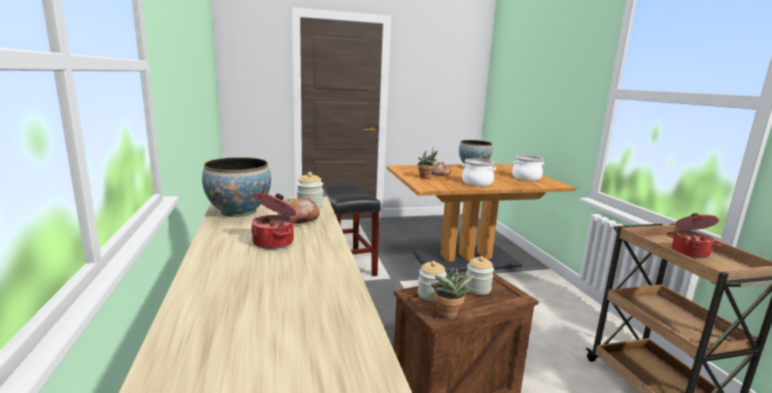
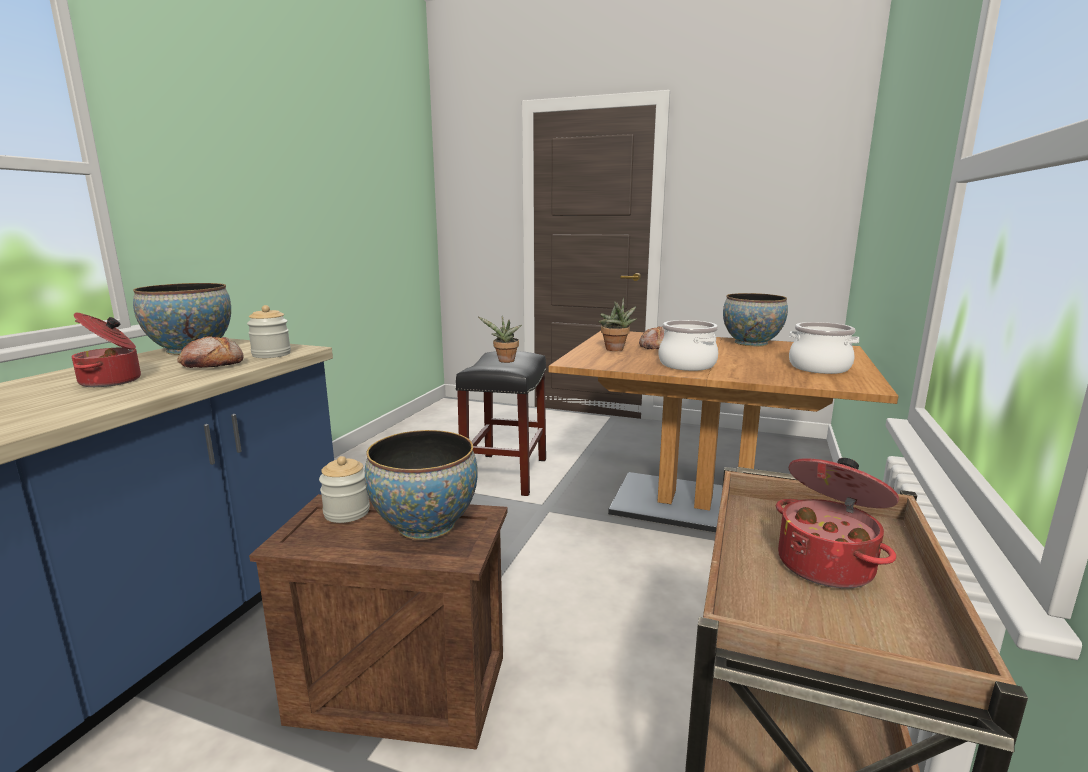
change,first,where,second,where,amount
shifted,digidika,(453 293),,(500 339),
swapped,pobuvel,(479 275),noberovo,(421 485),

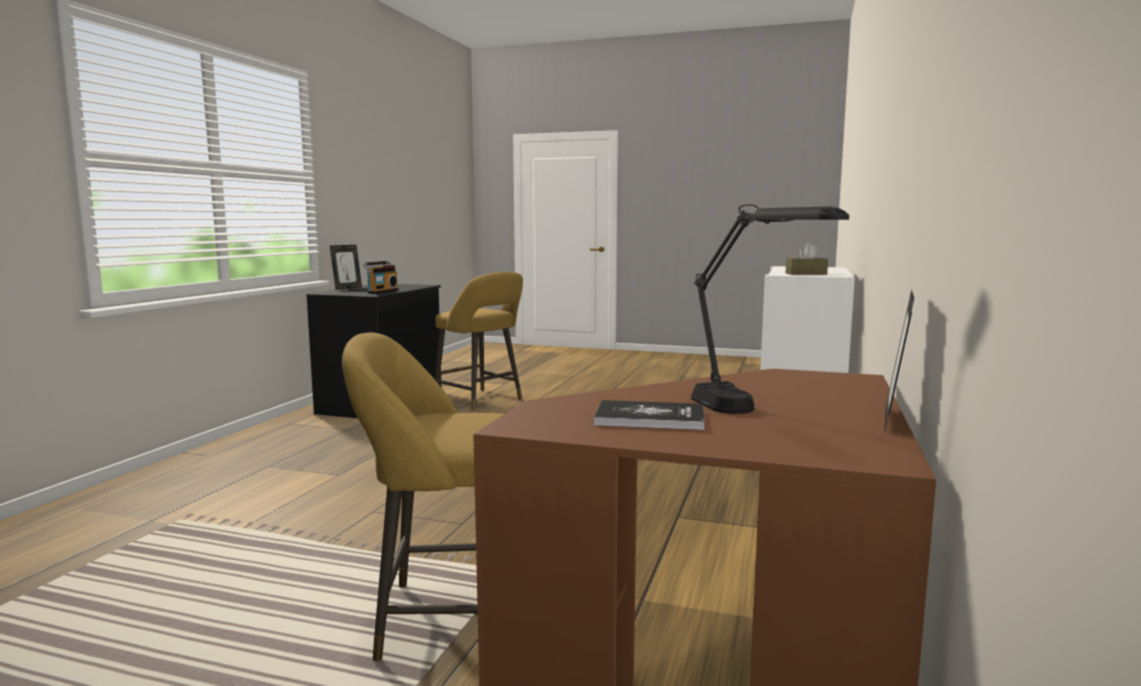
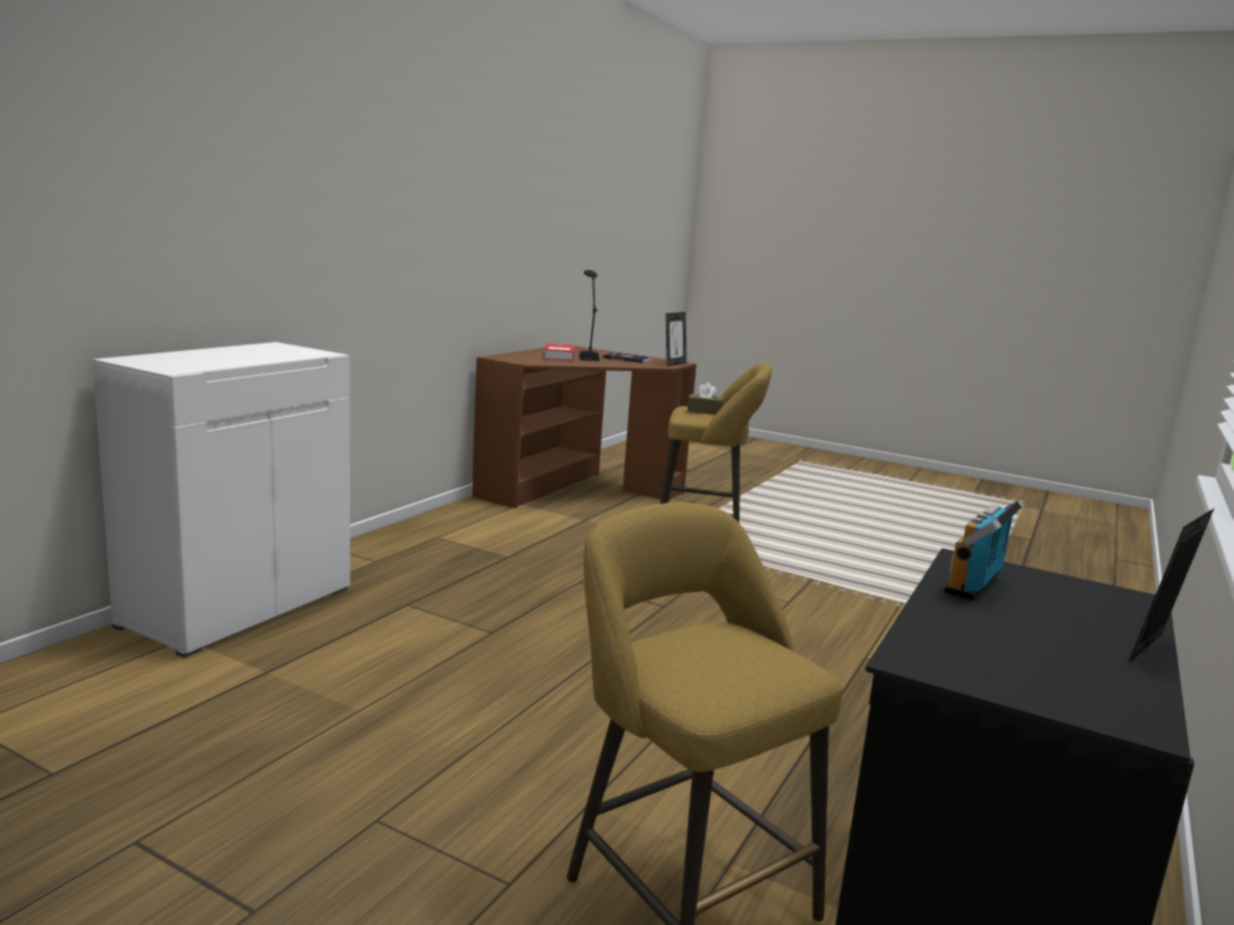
change,first,where,second,where,amount
shifted,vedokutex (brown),(807 259),,(705 399),
shifted,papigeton,(899 359),,(676 339),
new,,,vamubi,(559 352),

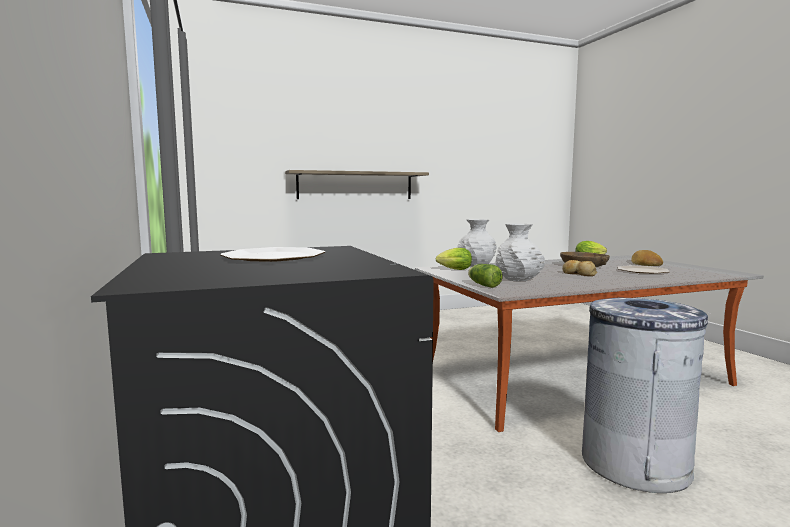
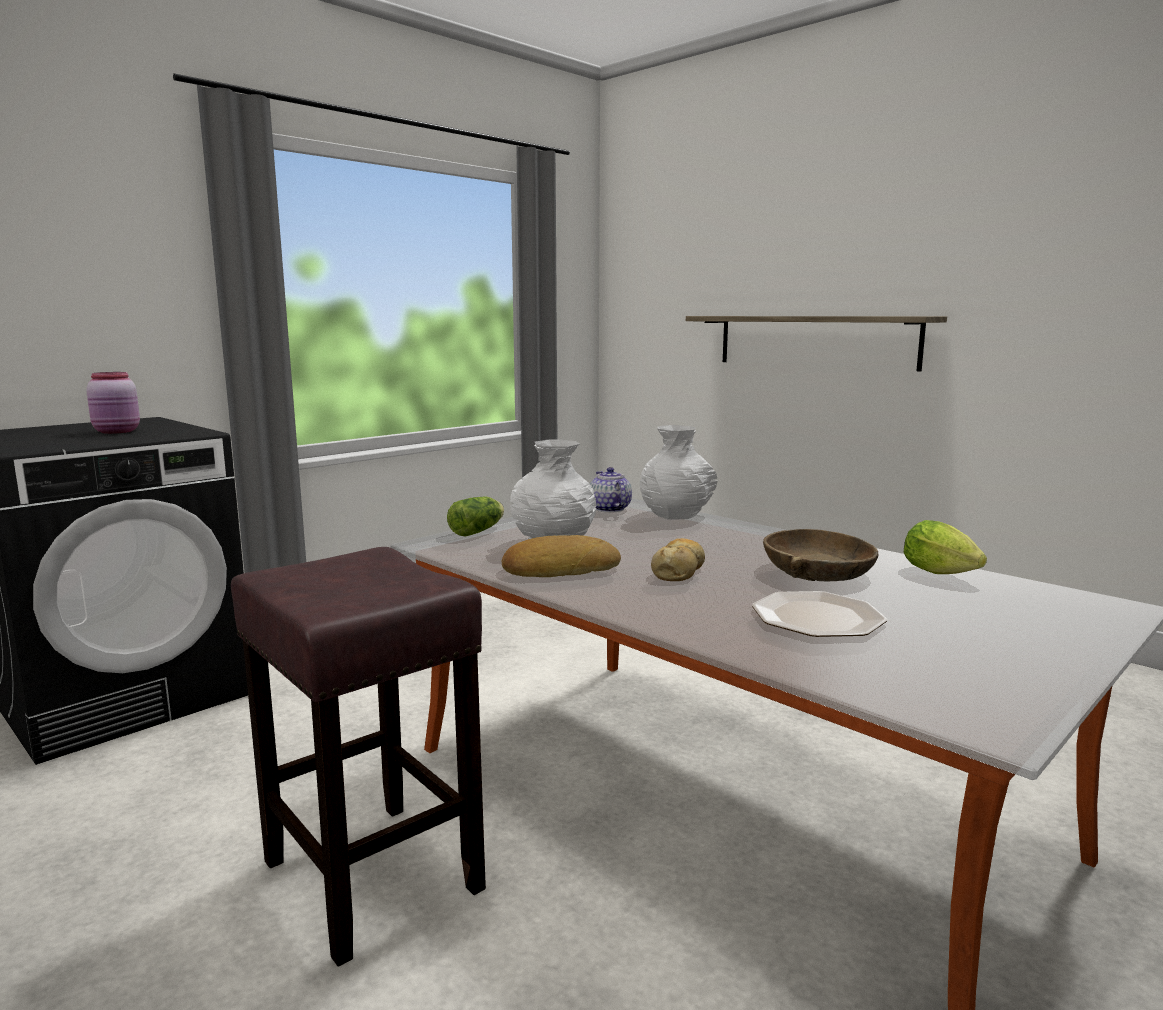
change,first,where,second,where,amount
swapped,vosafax,(272 254),pobuvel (pink),(113 403),
swapped,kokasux,(454 259),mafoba,(611 490),
swapped,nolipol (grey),(646 395),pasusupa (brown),(358 757),
shifted,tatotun,(647 258),,(561 556),

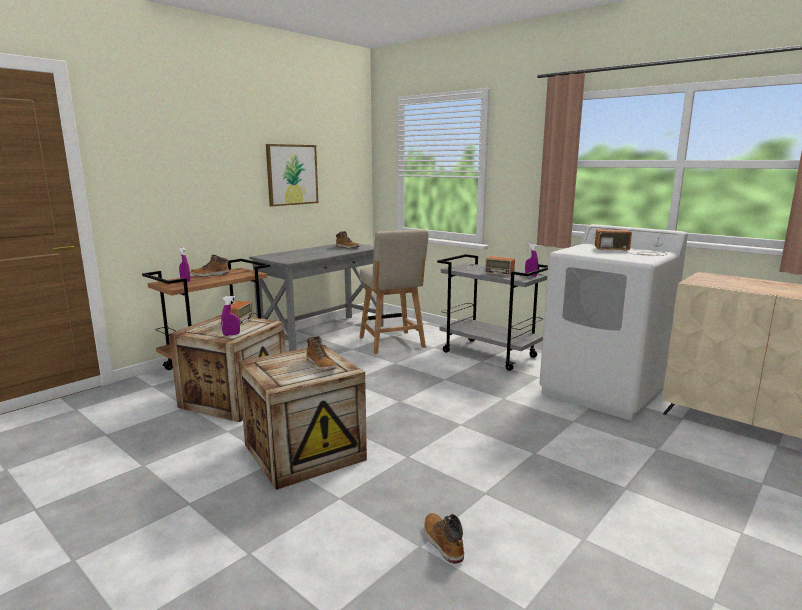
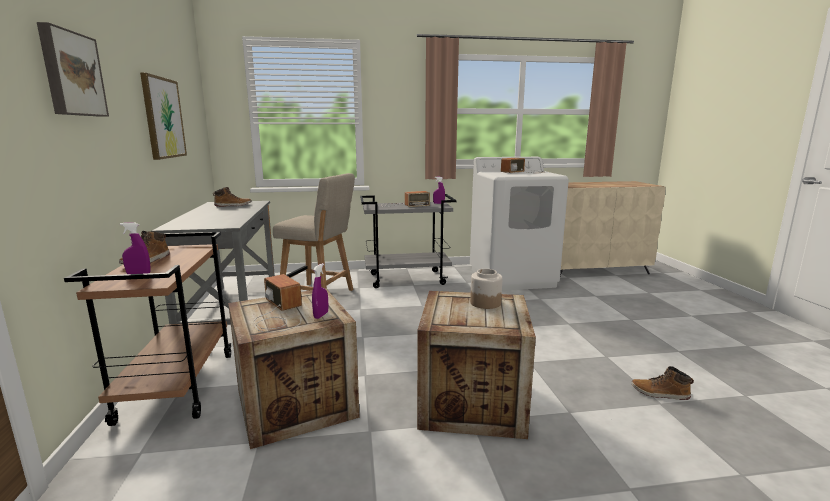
change,first,where,second,where,amount
swapped,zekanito,(322 353),pobuvel,(486 289),
new,,,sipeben,(73 69),

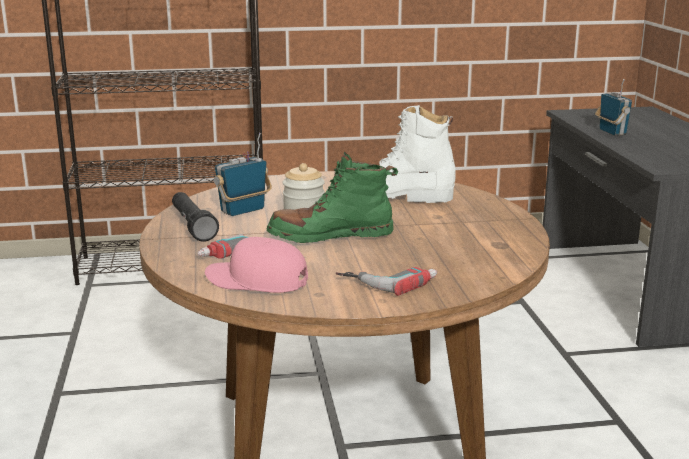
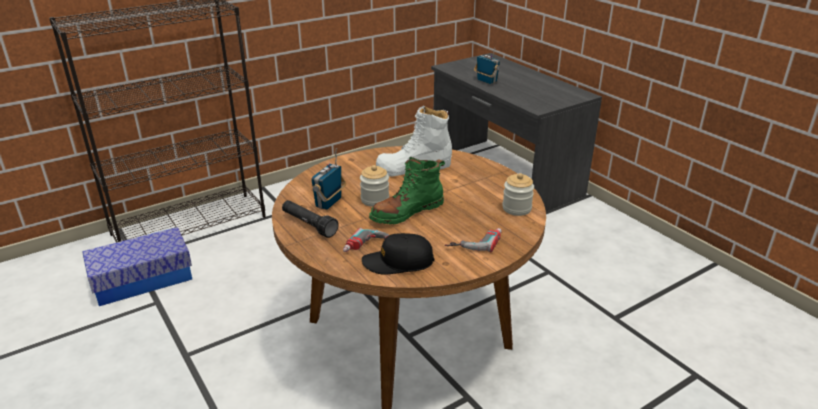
change,first,where,second,where,amount
repainted,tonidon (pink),(256 265),tonidon (black),(398 254),
new,,,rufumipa,(137 266),
new,,,pobuvel,(518 194),

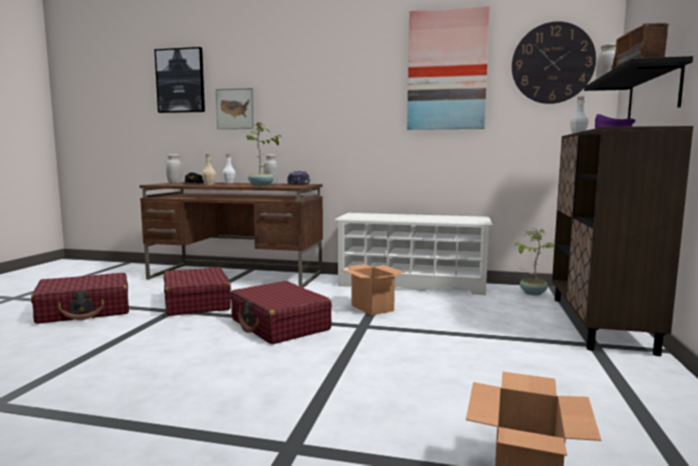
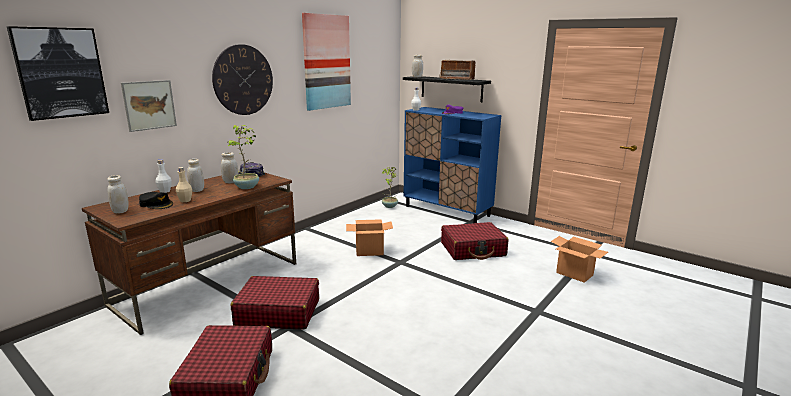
change,first,where,second,where,amount
shifted,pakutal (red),(281 312),,(474 241),
gone,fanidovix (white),(414 254),,,
shifted,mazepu,(554 62),,(242 79),
repainted,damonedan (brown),(622 241),damonedan (blue),(452 165),
new,,,pobuvel (white),(195 175),

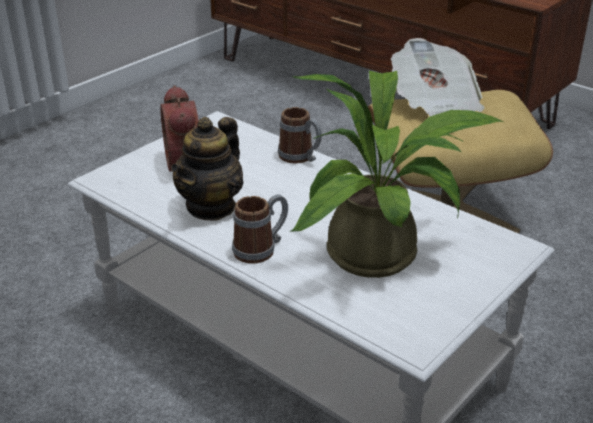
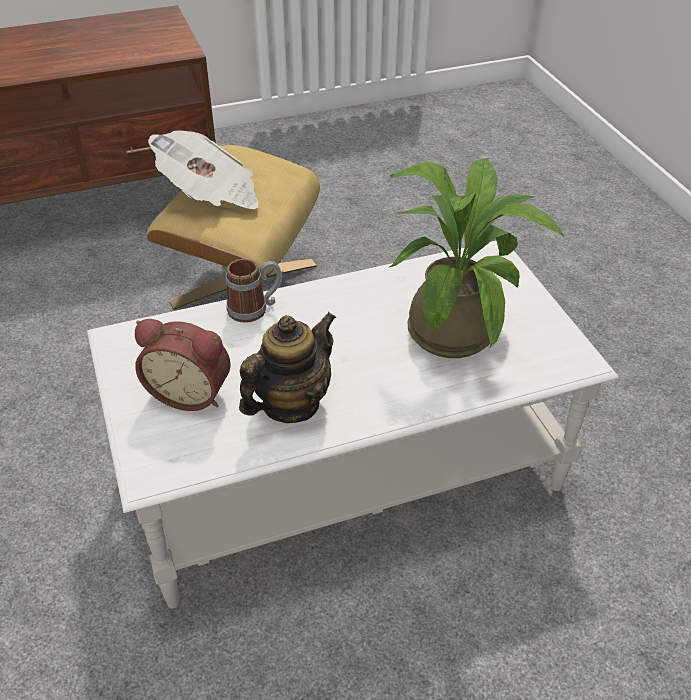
change,first,where,second,where,amount
rotated,mafoba,(207 169),,(287 367),105 degrees counterclockwise
gone,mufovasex,(260 229),,,

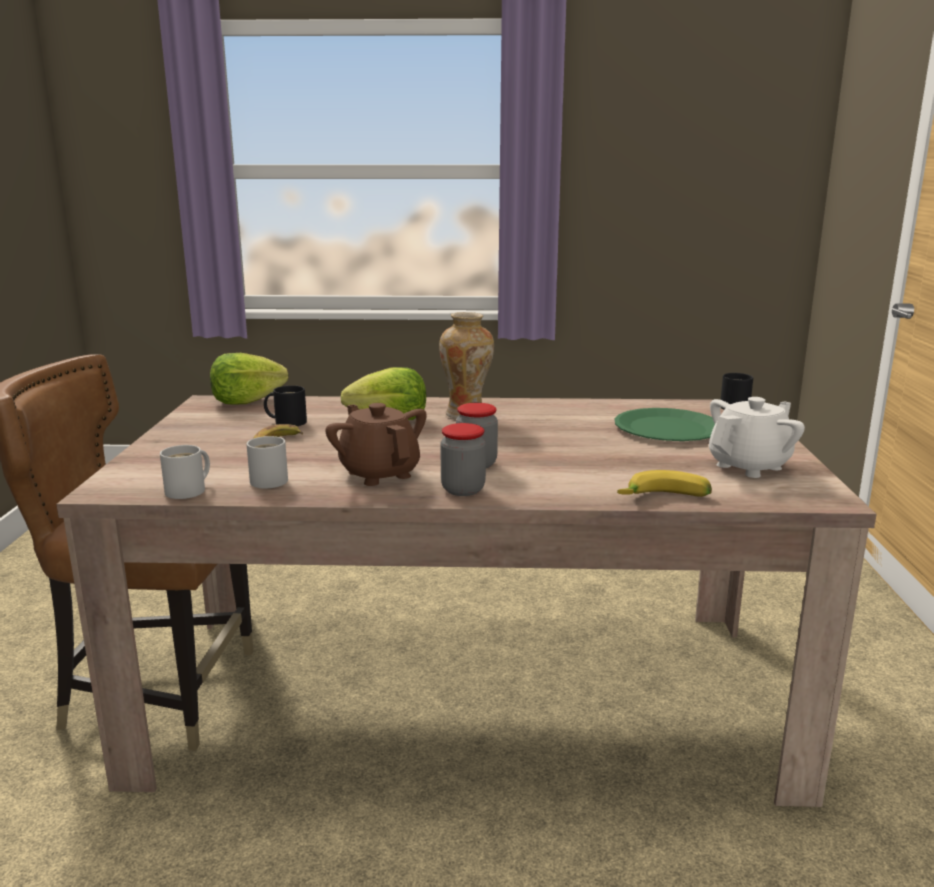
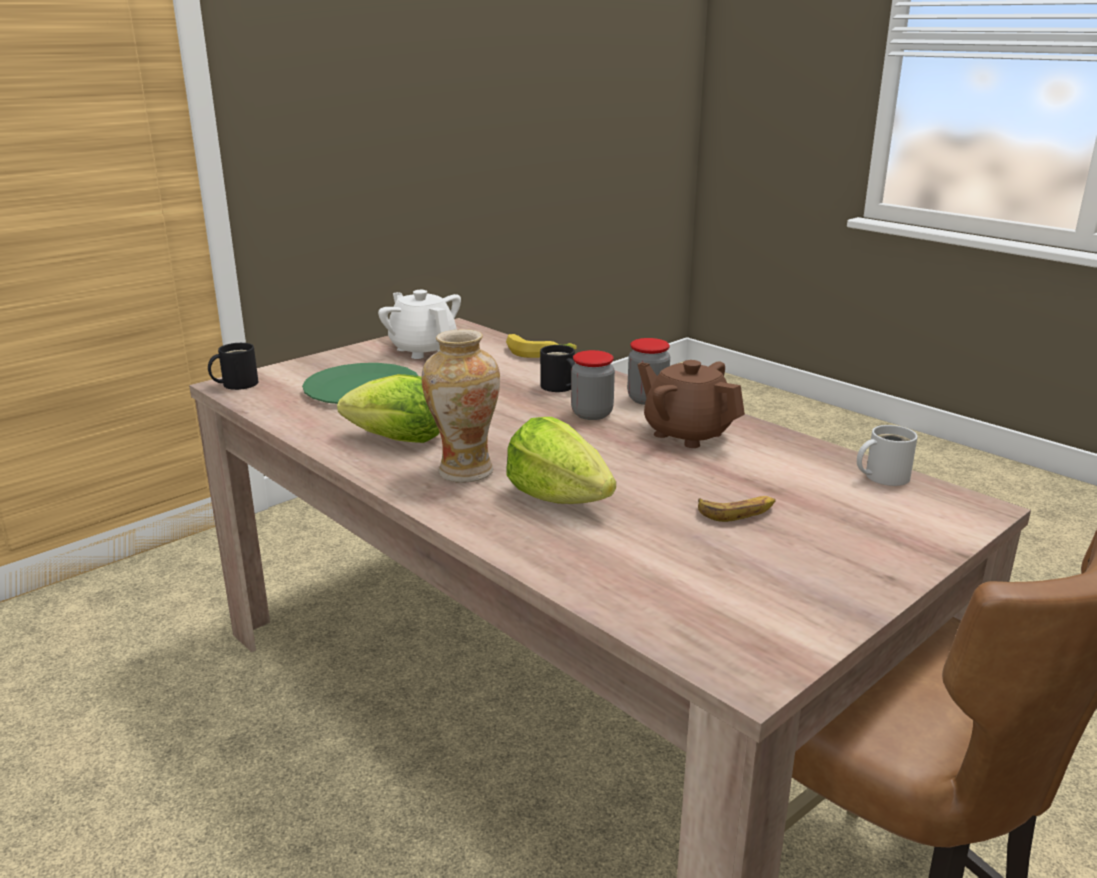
change,first,where,second,where,amount
shifted,kokasux,(249 379),,(388 408),
gone,mufovasex (white),(267 462),,,
shifted,mufovasex (black),(285 405),,(557 368),
rotated,mafoba (brown),(376 444),,(691 404),120 degrees clockwise
rotated,mafoba (white),(757 437),,(419 324),45 degrees clockwise

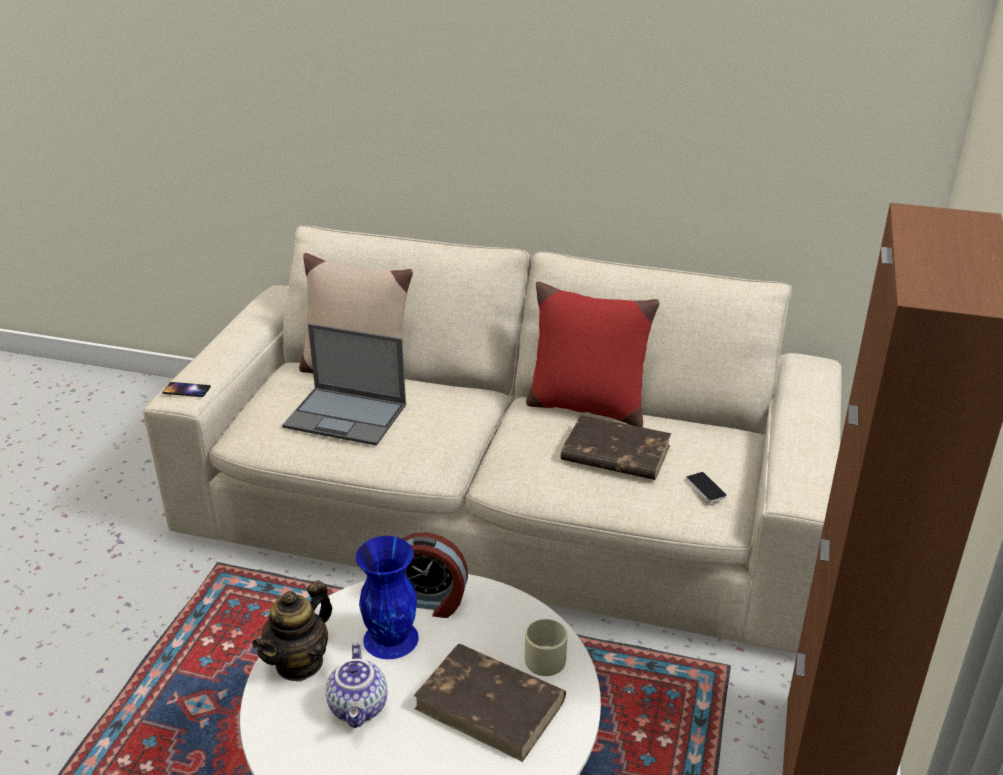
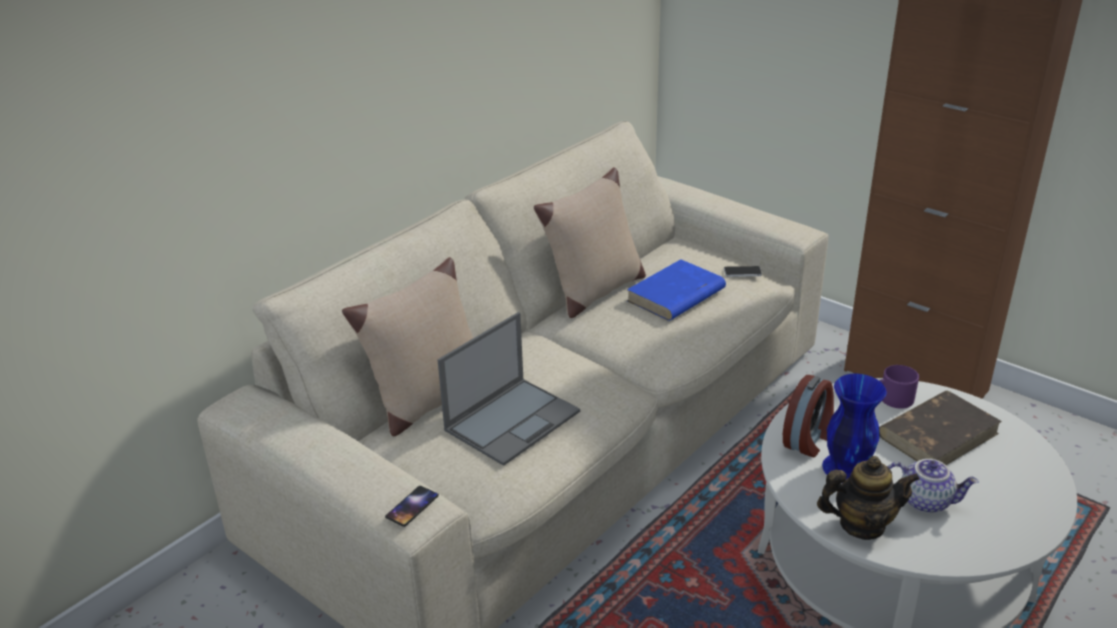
change,first,where,second,where,amount
rotated,mafoba,(292 630),,(868 498),60 degrees counterclockwise
repainted,mufovasex (beige),(546 647),mufovasex (purple),(899 387),
repainted,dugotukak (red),(592 354),dugotukak (beige),(590 242),
repainted,vamubi (brown),(615 447),vamubi (blue),(676 290),

